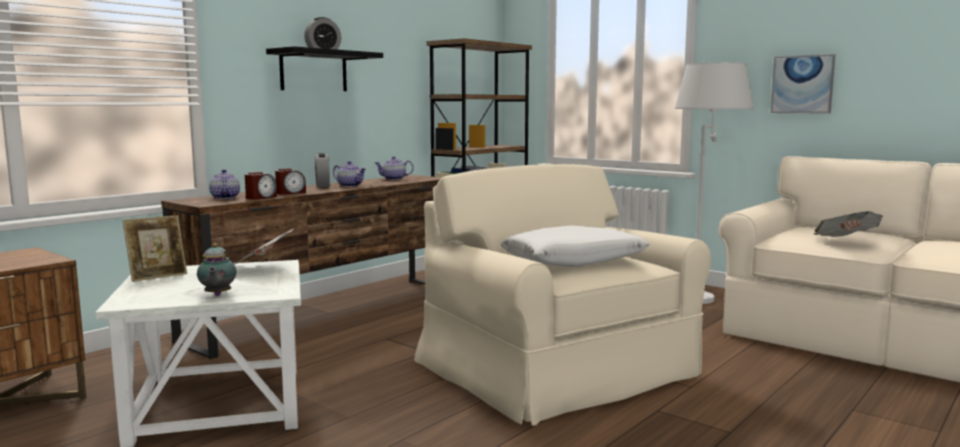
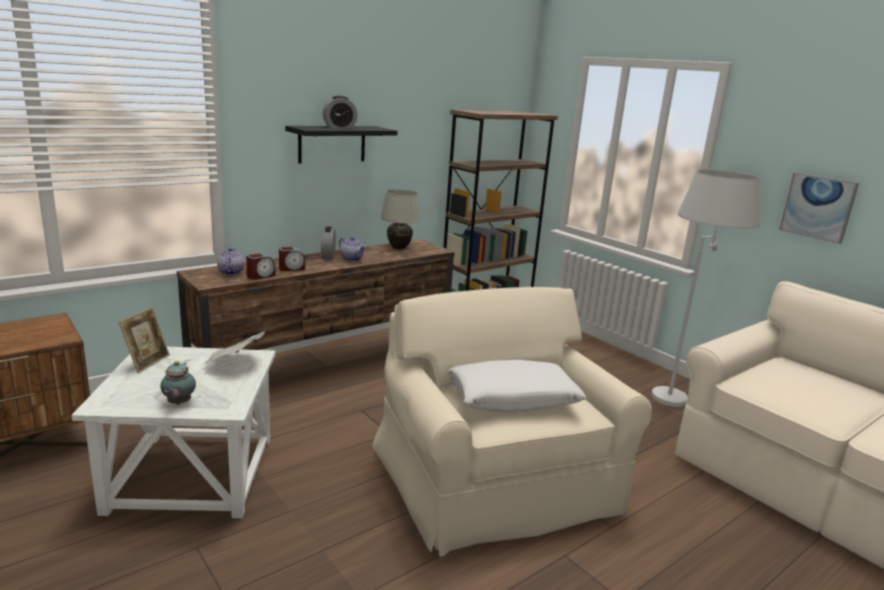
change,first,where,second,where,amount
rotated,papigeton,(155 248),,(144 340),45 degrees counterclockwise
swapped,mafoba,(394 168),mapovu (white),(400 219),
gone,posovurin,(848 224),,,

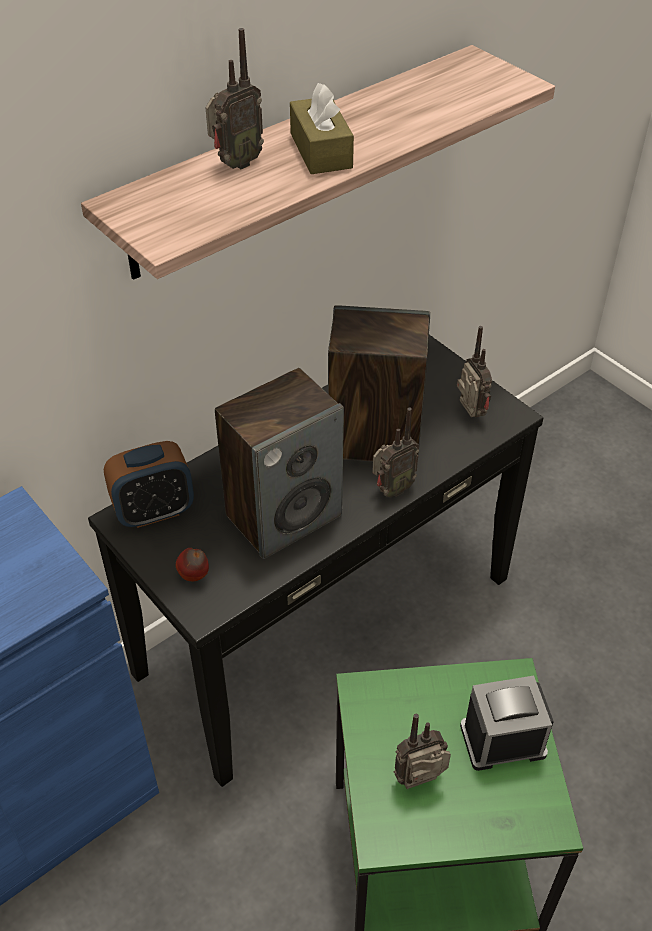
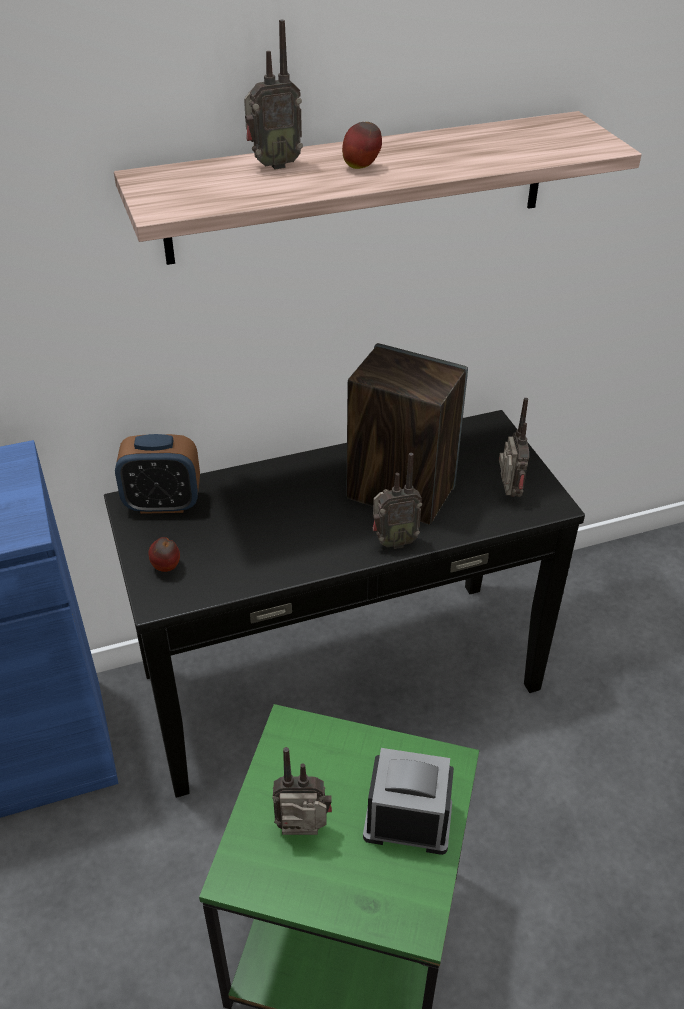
change,first,where,second,where,amount
gone,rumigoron,(279 463),,,
swapped,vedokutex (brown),(322 128),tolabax,(362 145),

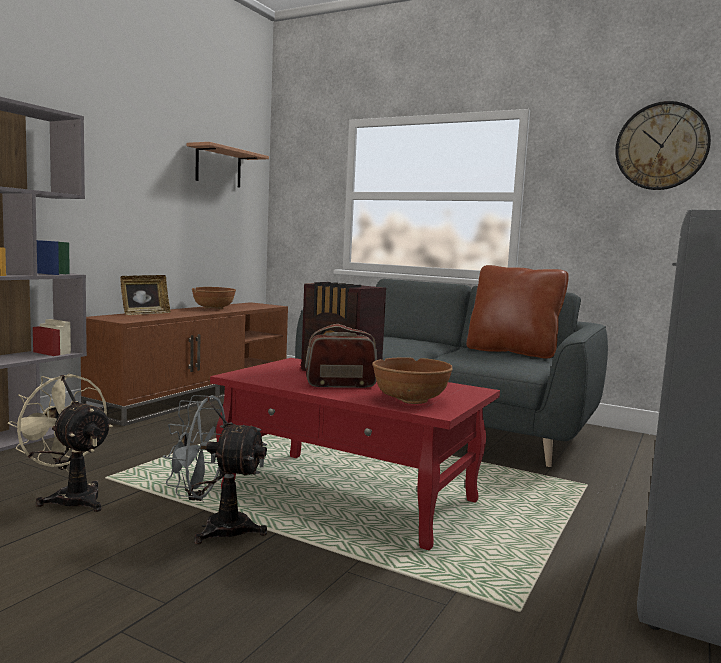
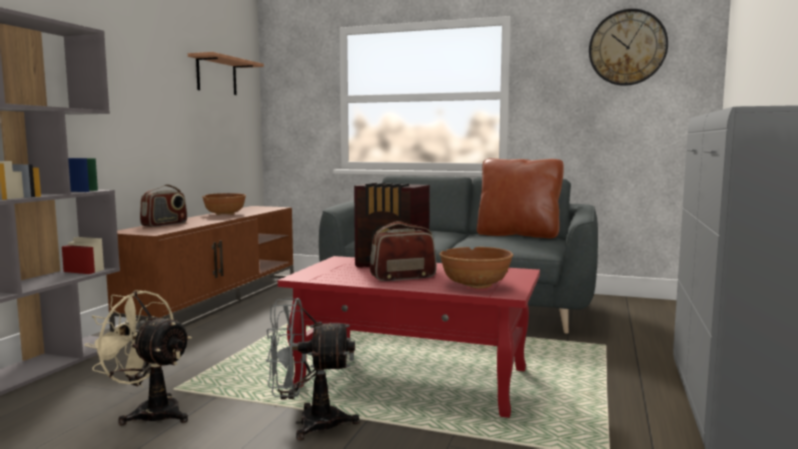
change,first,where,second,where,amount
swapped,papigeton,(145 295),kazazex,(163 205),

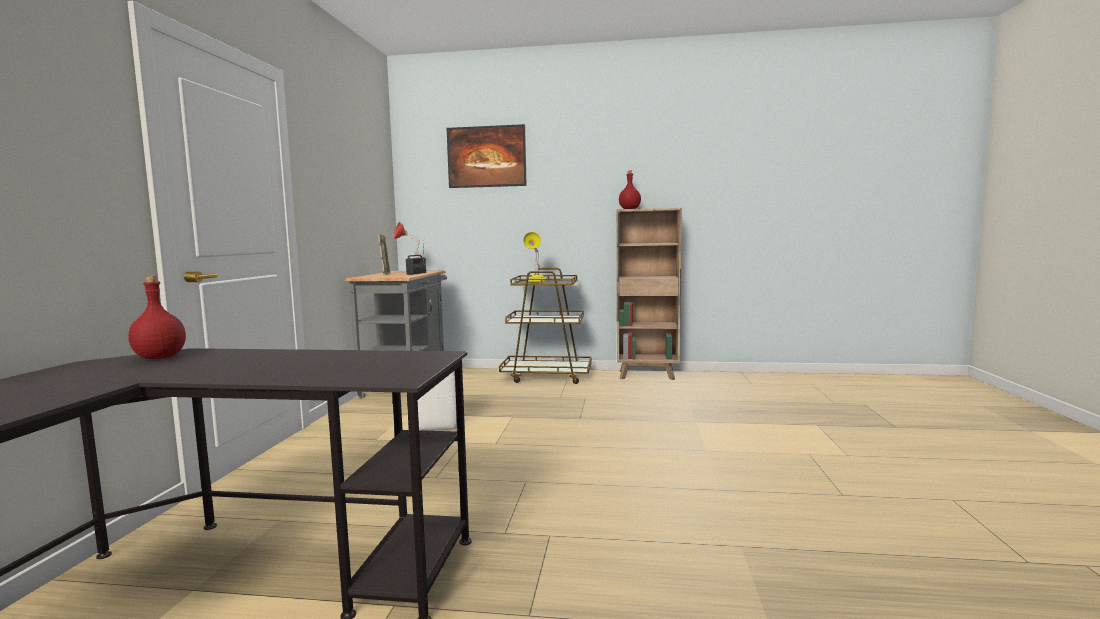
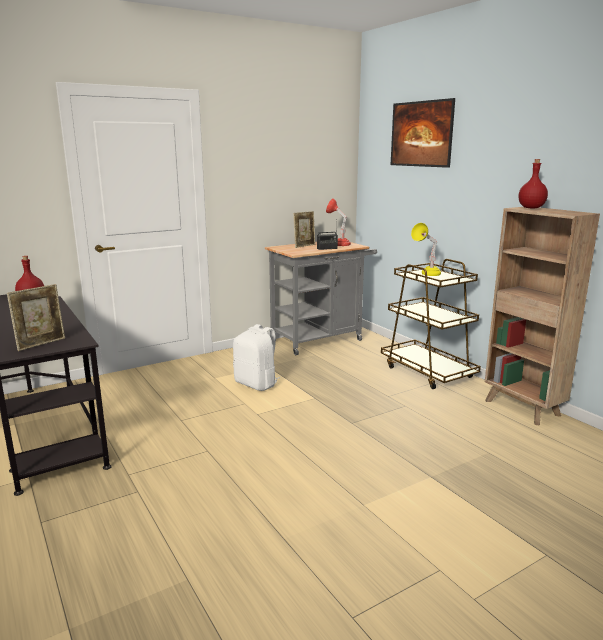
change,first,where,second,where,amount
new,,,papigeton,(36 317),

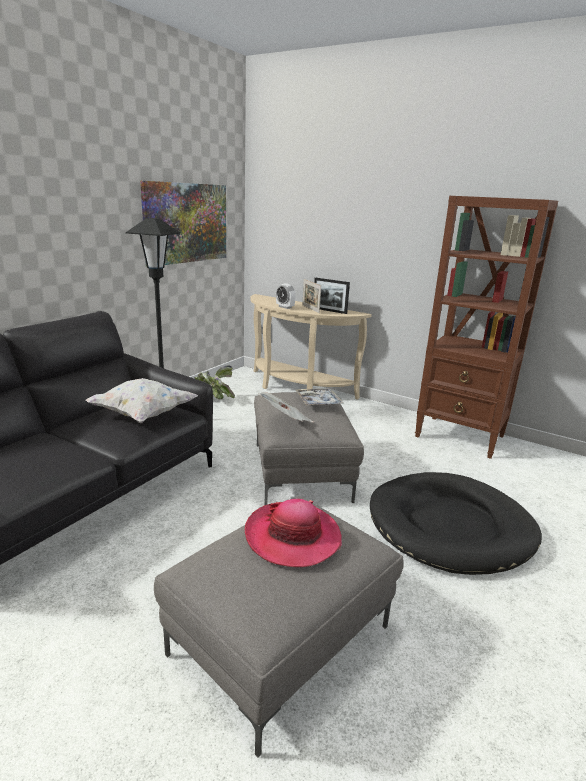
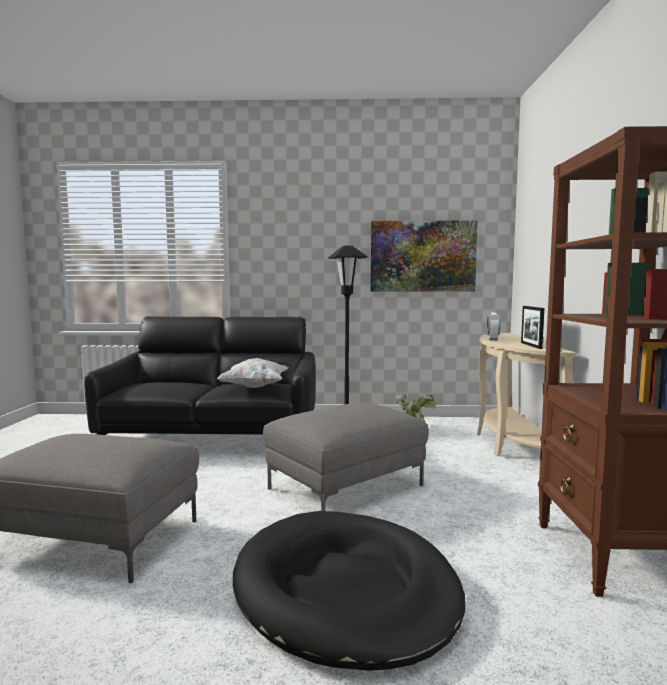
change,first,where,second,where,amount
gone,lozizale,(293 533),,,
gone,posovurin,(286 407),,,
gone,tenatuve,(320 397),,,
gone,papigeton,(311 296),,,

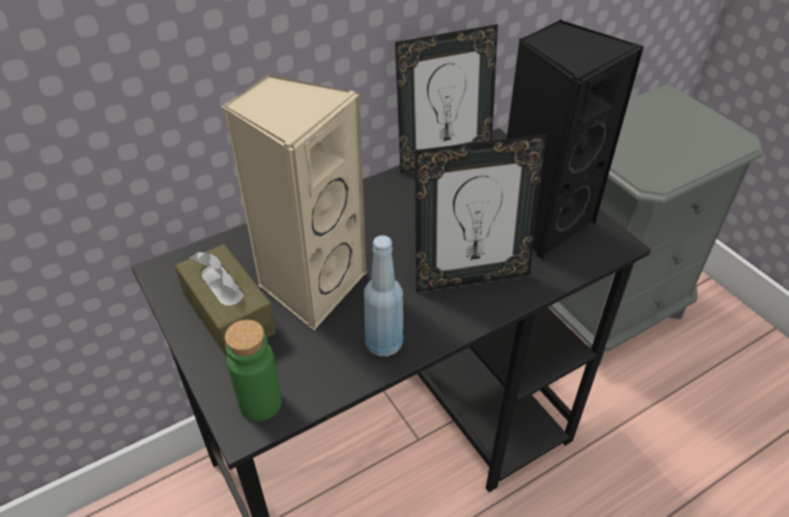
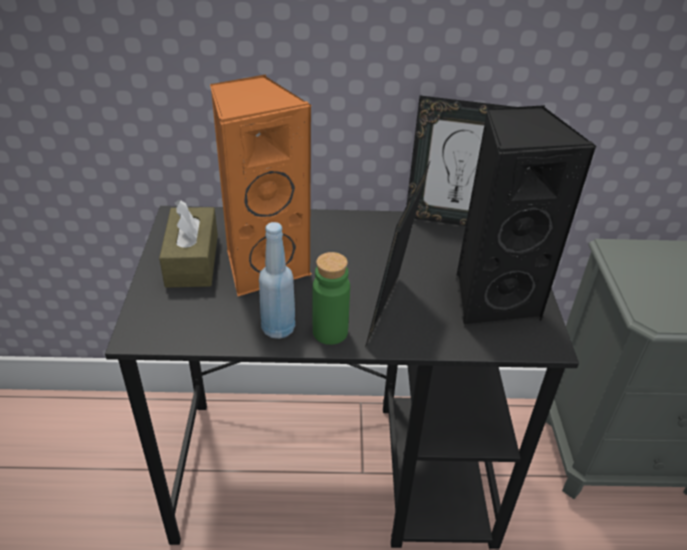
change,first,where,second,where,amount
repainted,rumigoron (beige),(294 201),rumigoron (orange),(261 185),
shifted,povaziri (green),(253 370),,(331 298),
rotated,papigeton,(481 213),,(397 254),90 degrees clockwise

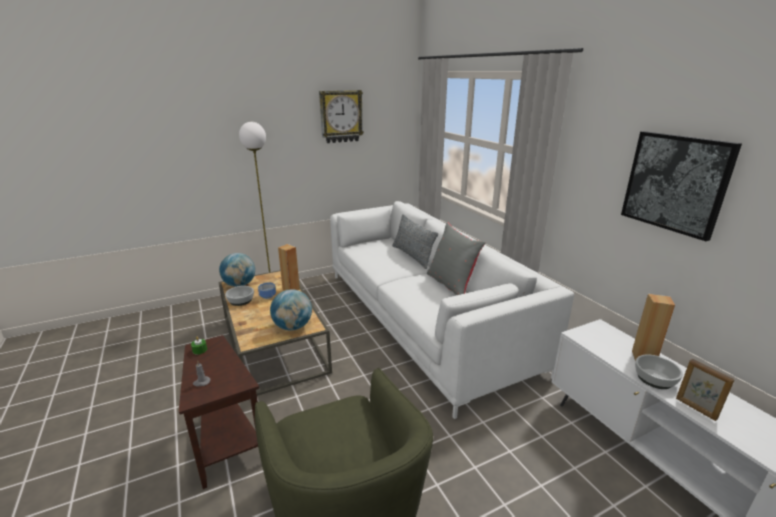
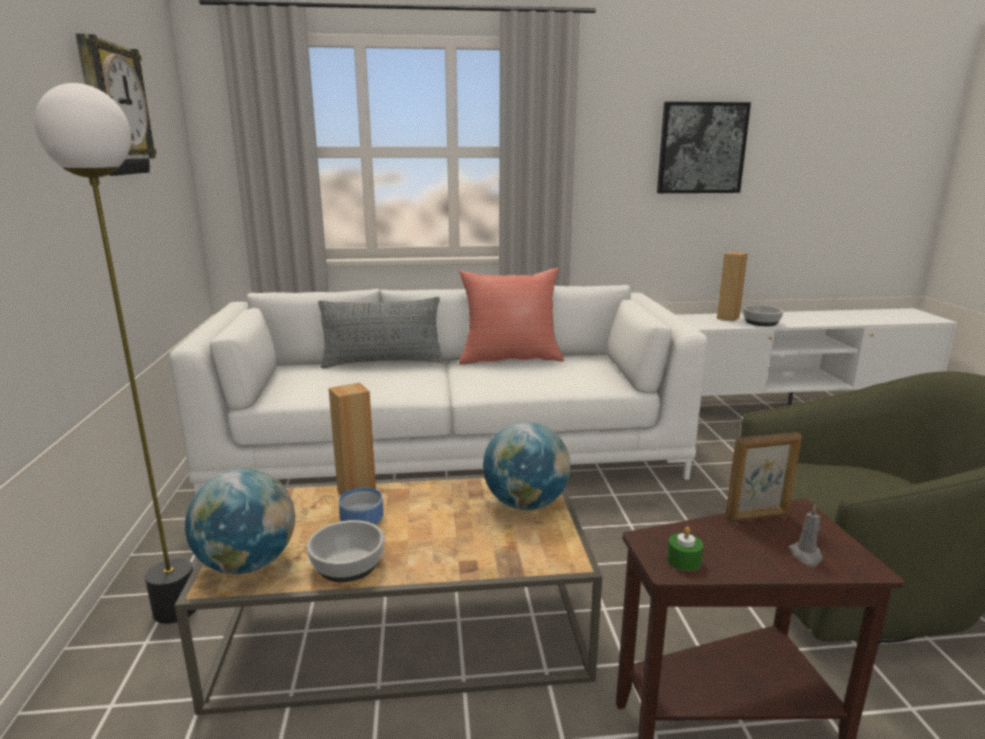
change,first,where,second,where,amount
repainted,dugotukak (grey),(456 258),dugotukak (red),(511 316),
shifted,papigeton,(705 390),,(763 477),

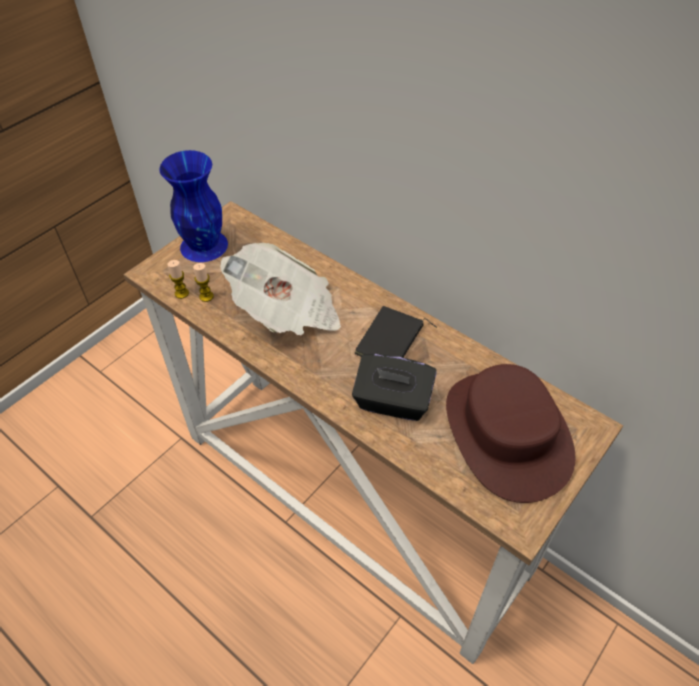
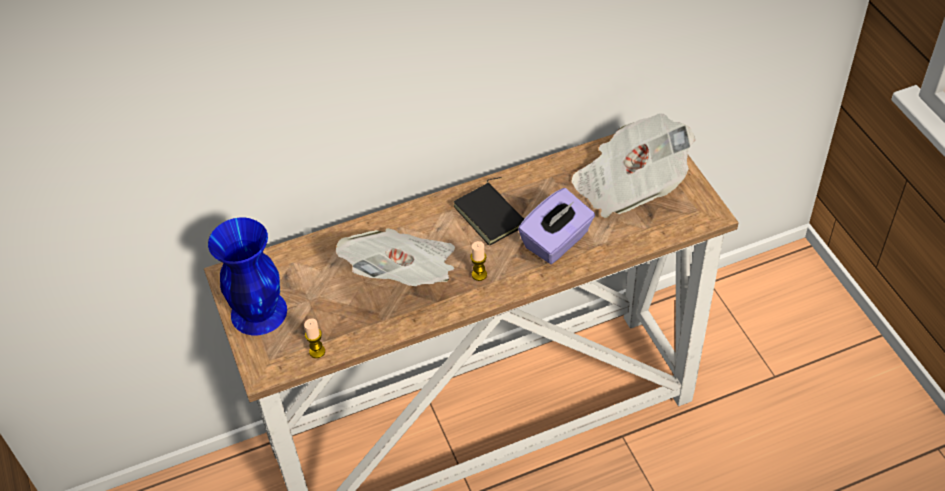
change,first,where,second,where,amount
shifted,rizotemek,(203 282),,(478 261),
repainted,vedokutex (black),(394 387),vedokutex (purple),(556 226),
swapped,lozizale (brown),(511 433),posovurin,(633 166),

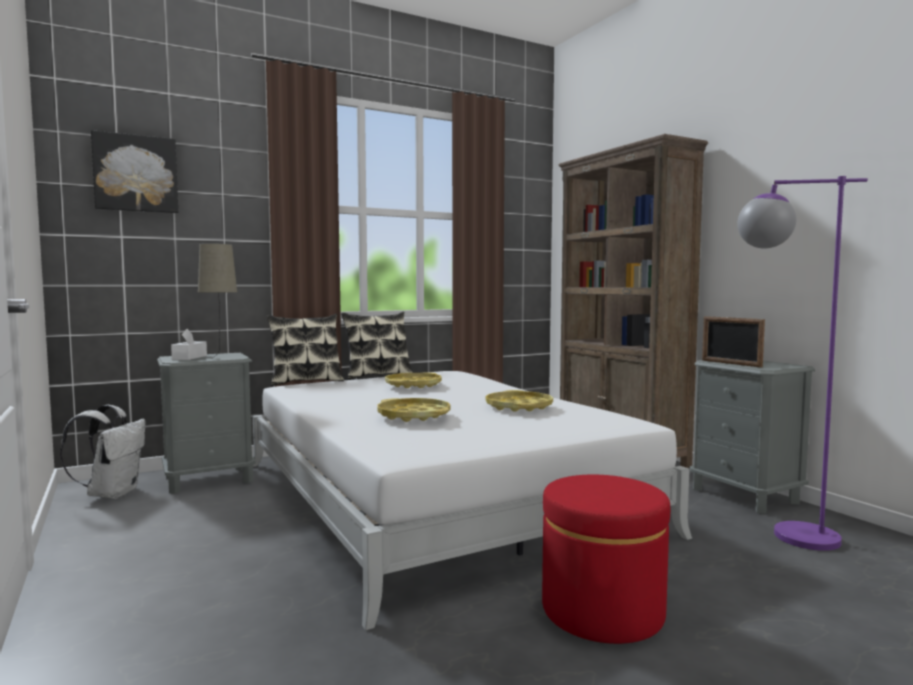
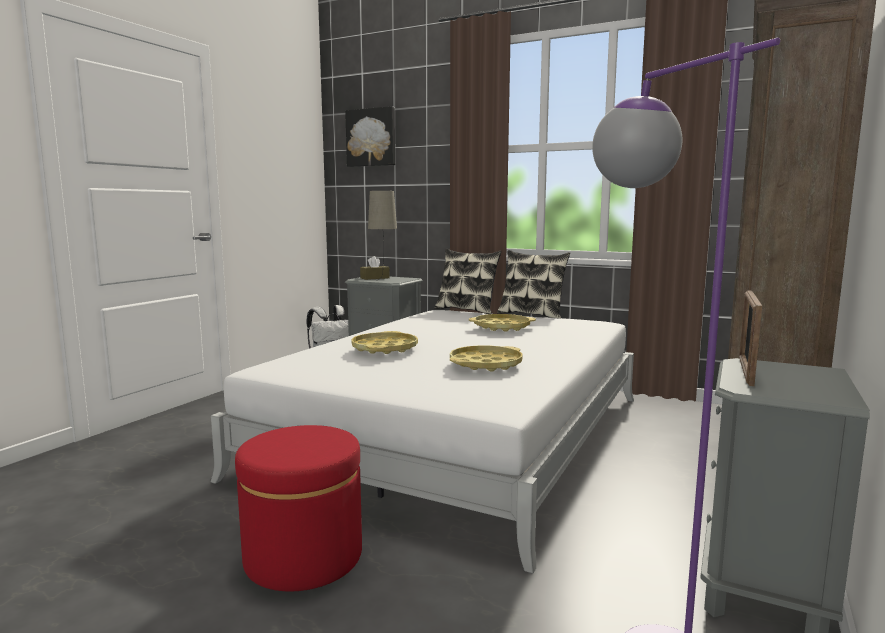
change,first,where,second,where,amount
repainted,vedokutex (white),(189 344),vedokutex (brown),(375 268),

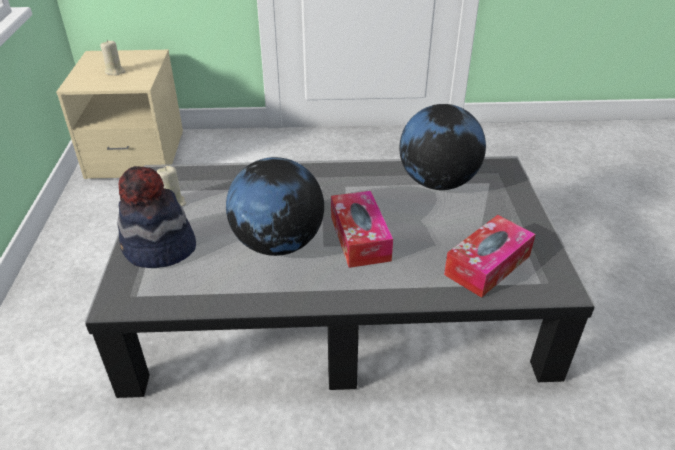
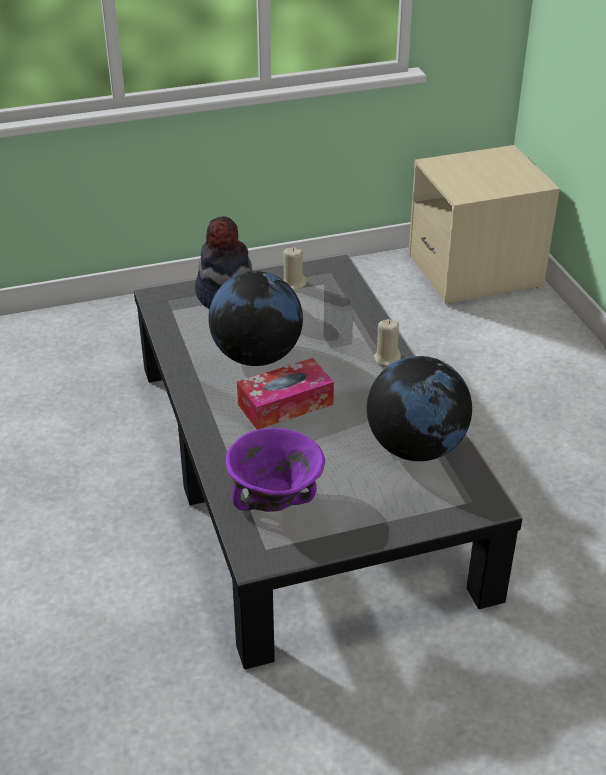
change,first,where,second,where,amount
shifted,rizotemek (beige),(113 58),,(387 343),
swapped,vedokutex,(490 256),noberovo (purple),(275 470),

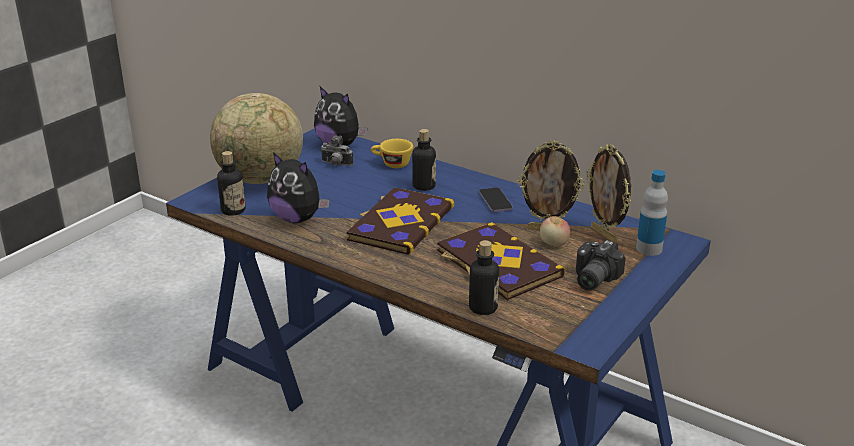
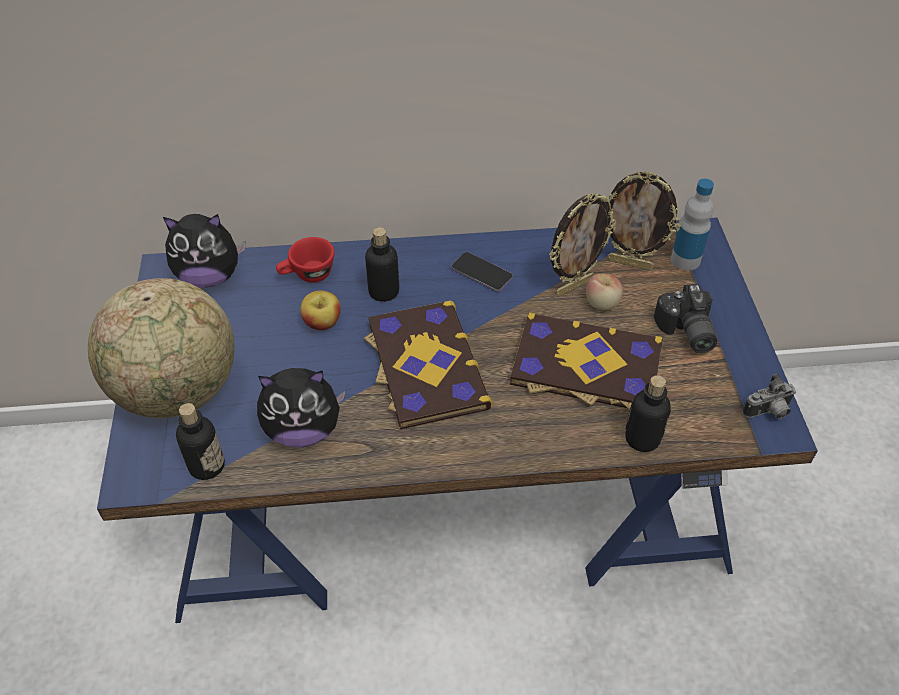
change,first,where,second,where,amount
shifted,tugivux,(336 151),,(769 396),
repainted,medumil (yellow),(392 153),medumil (red),(305 260),
new,,,tolabax,(320 310),

